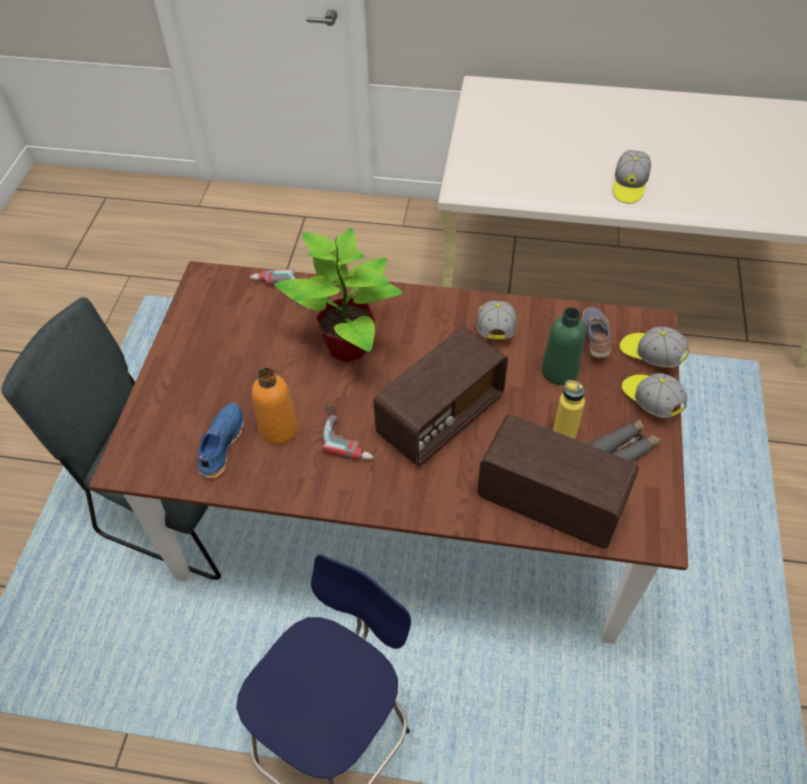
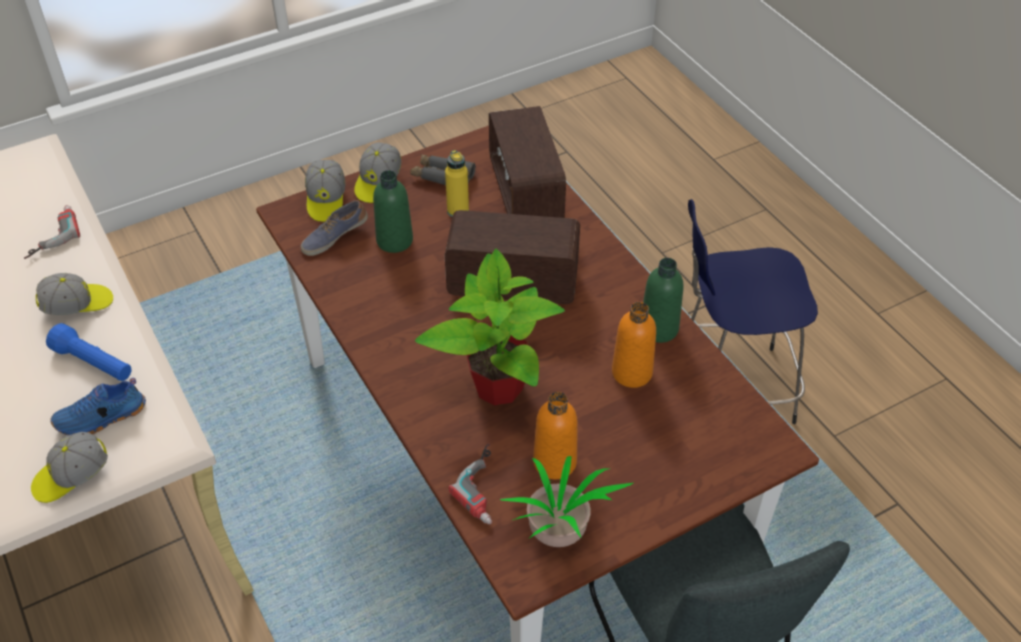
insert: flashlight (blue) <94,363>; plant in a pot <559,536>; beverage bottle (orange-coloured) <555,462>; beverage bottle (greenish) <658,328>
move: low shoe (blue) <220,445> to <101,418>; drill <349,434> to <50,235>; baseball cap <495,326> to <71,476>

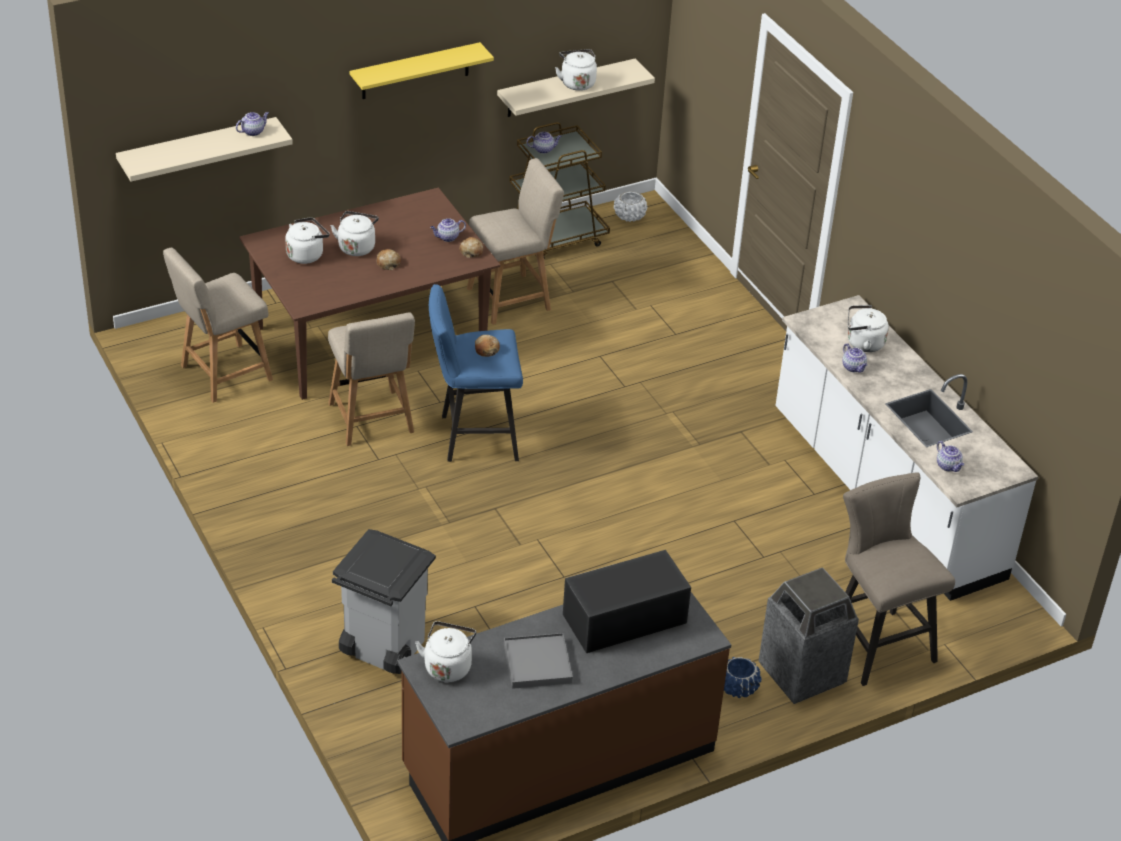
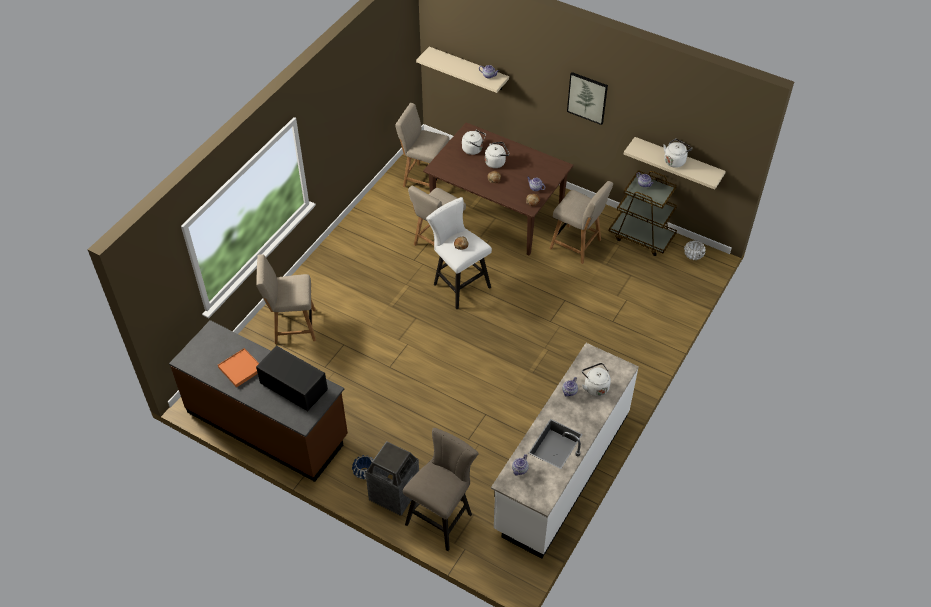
delete: kettle (whitish) <448,666>
replace: rubbish bin (grey) <382,648> to plain chair (beige-coloured) <292,326>; wall shelf (yellowish) <415,71> to picture <587,97>
recolor: stool (blue) <472,437> to stool (whitish) <459,284>; carrying tray (grey) <537,663> to carrying tray (orange-coloured) <240,369>

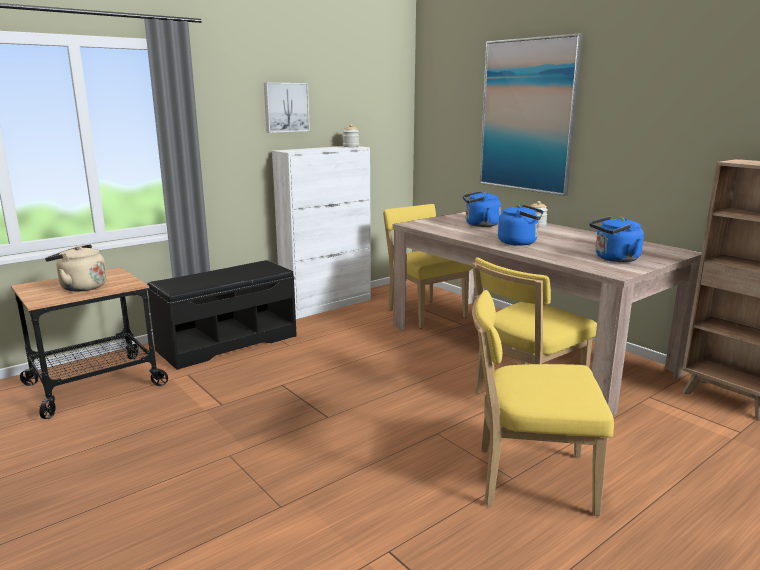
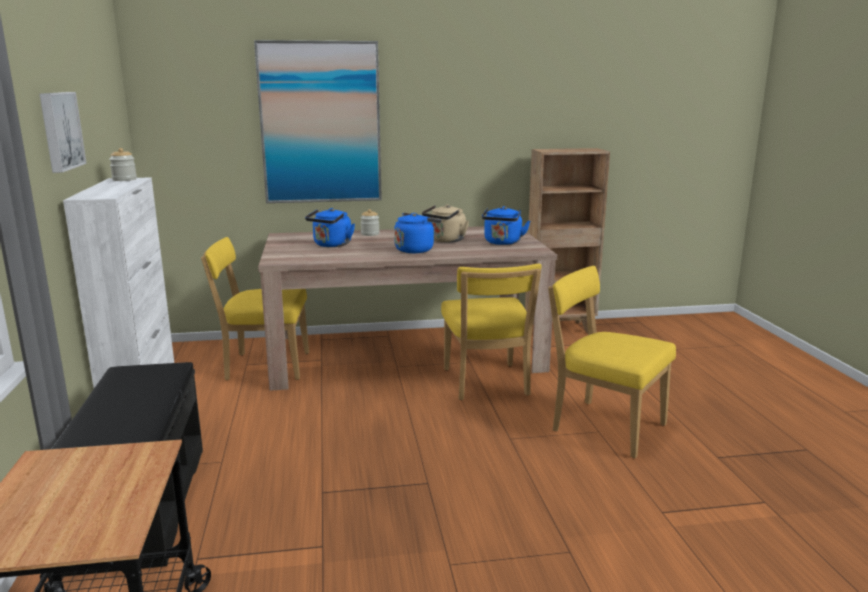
move: kettle (beige-coloured) <80,287> to <445,240>
rotate: plain chair (yellowish) <528,479> = <603,426> 90 degrees clockwise

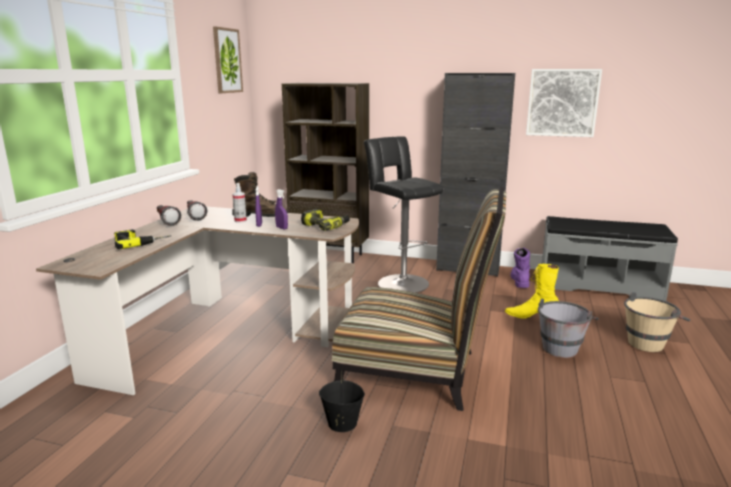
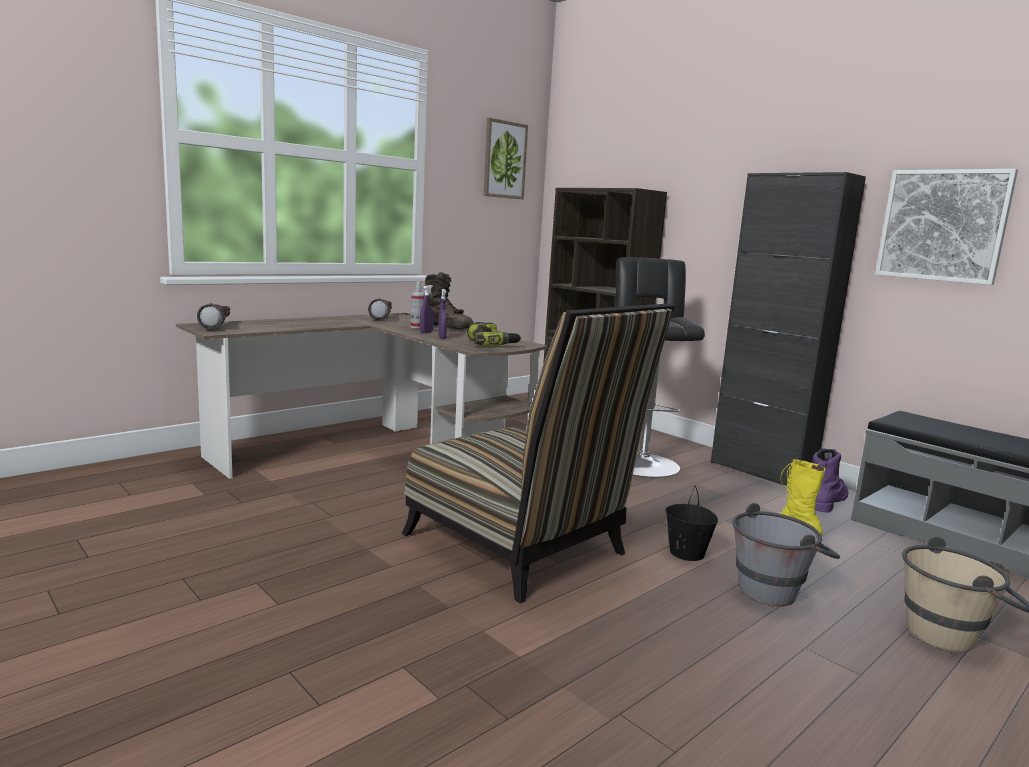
delete: drill <141,242>
move: flashlight <166,222> to <219,326>; bucket (black) <342,423> to <686,553>

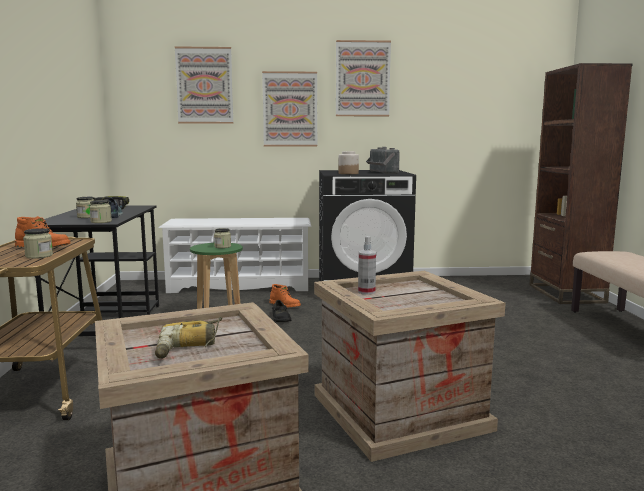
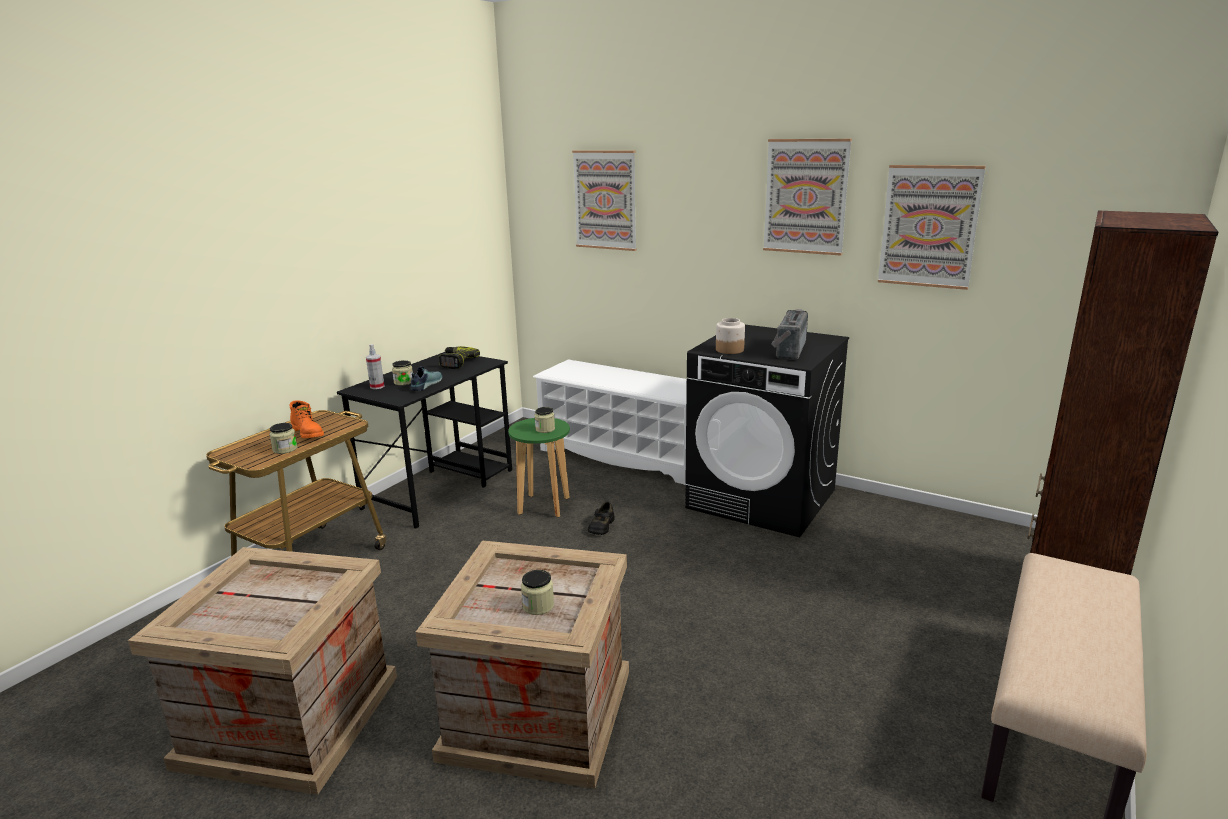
delete: drill <190,346>; boot (orange-coloured) <285,305>
move: storage jar <101,221> to <538,606>; picture <290,109> to <929,226>; spray bottle <366,292> to <377,387>

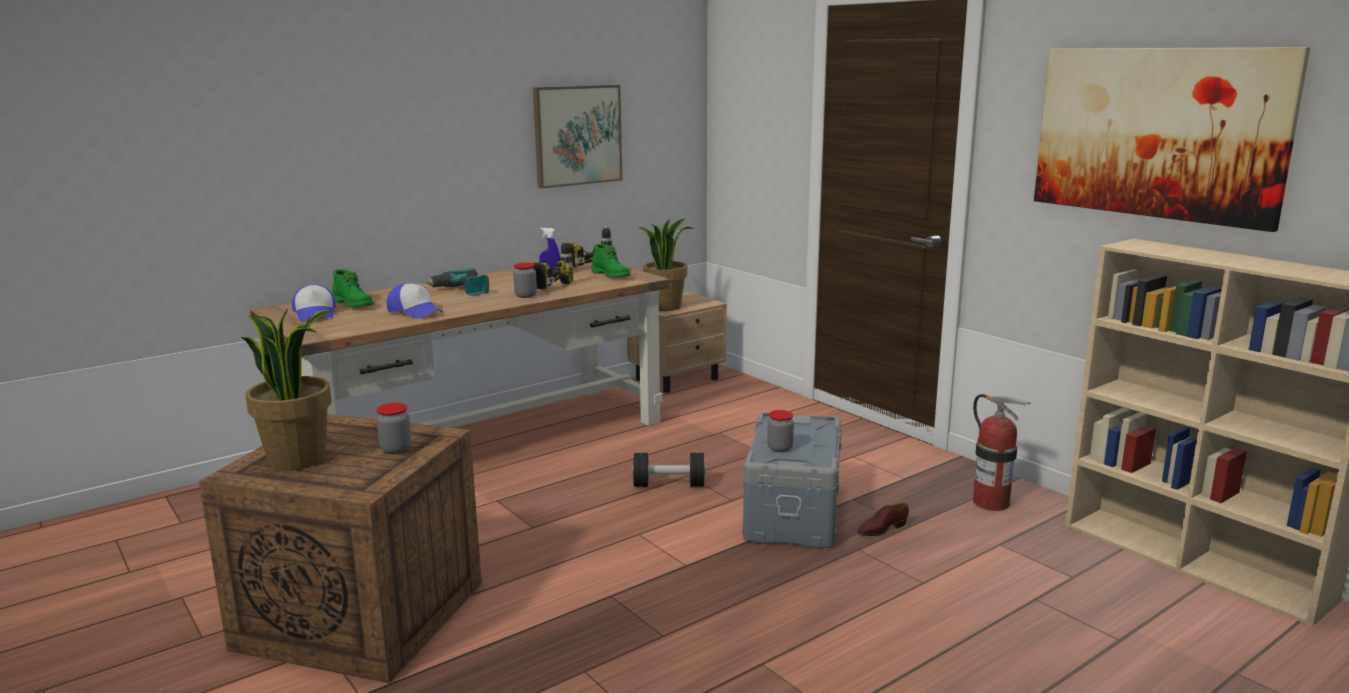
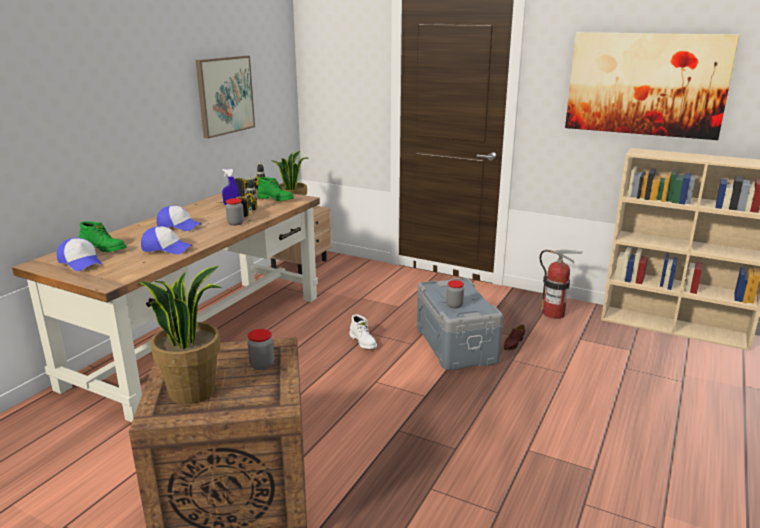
replace: drill <461,291> to baseball cap <179,225>; hand weight (black) <669,485> to boot (whitish) <363,342>

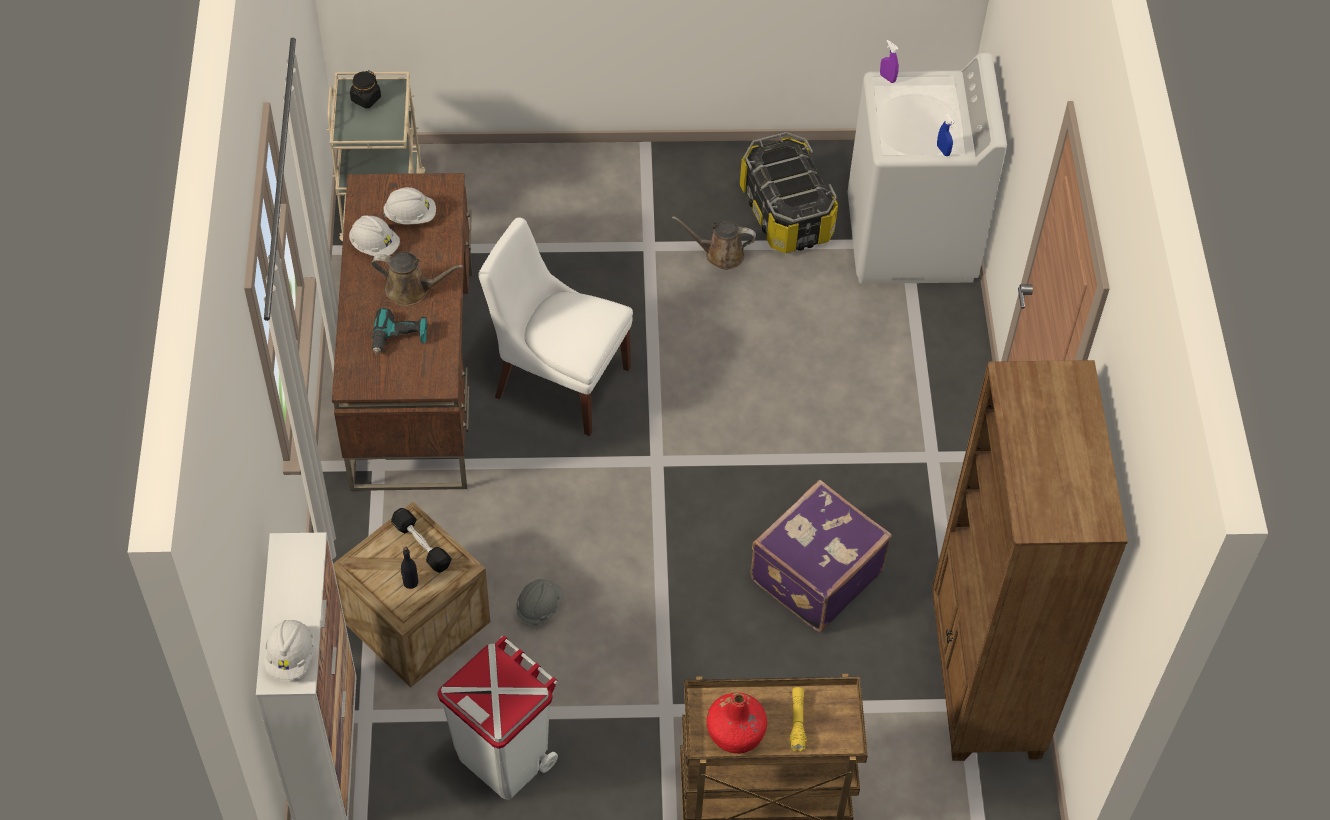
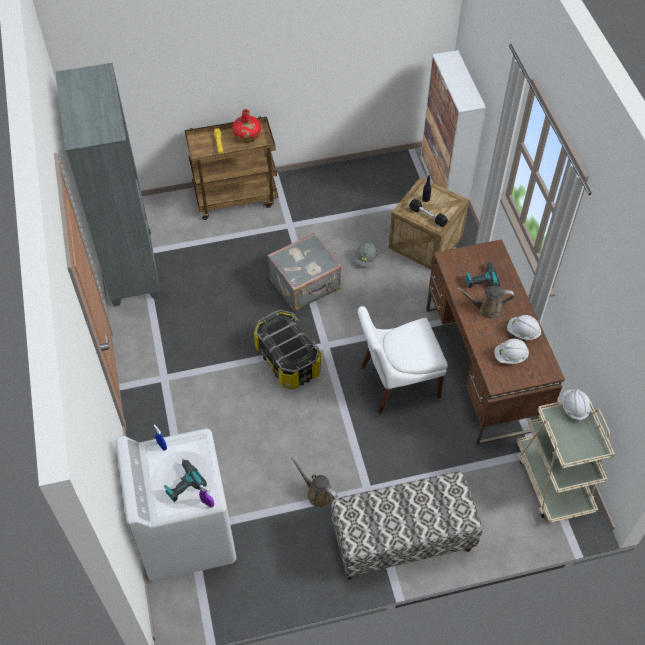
delete: storage jar (black) <366,99>; rubbish bin (whitish) <503,757>; travel case (purple) <814,574>
insert: drill <183,483>; travel case (grey) <305,285>; bench <402,540>
move: work helmet (whitish) <291,657> to <574,408>; storage box <786,213> to <287,360>
recolor: bookshelf (brownish) <984,680> to bookshelf (grey) <131,265>
rotate: plain chair (whitish) <558,380> = <396,382> 150 degrees clockwise; watering can (brownish) <720,254> = <318,493> 135 degrees counterclockwise

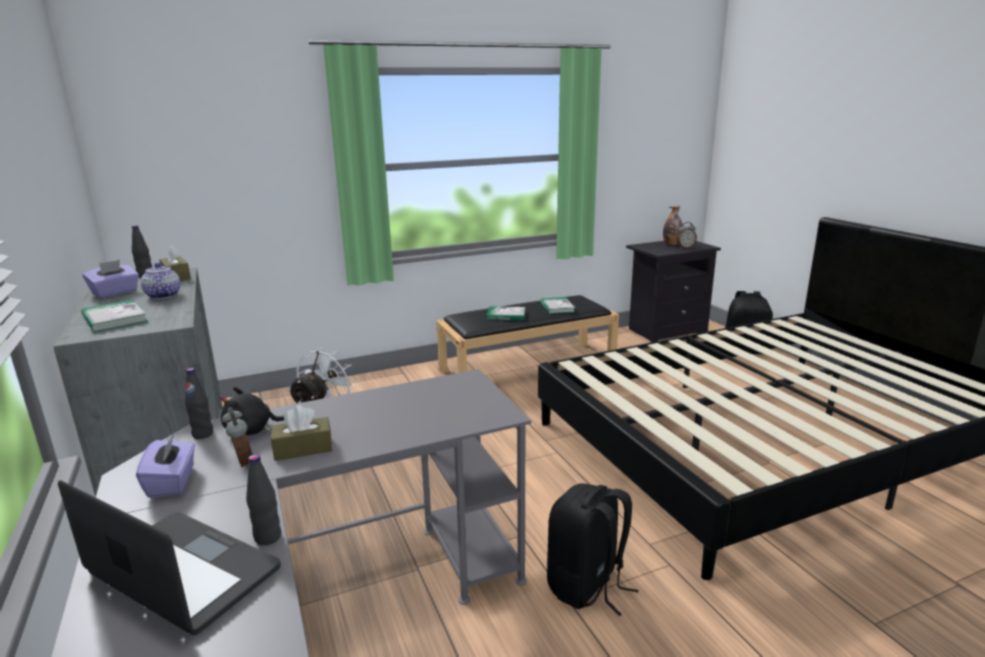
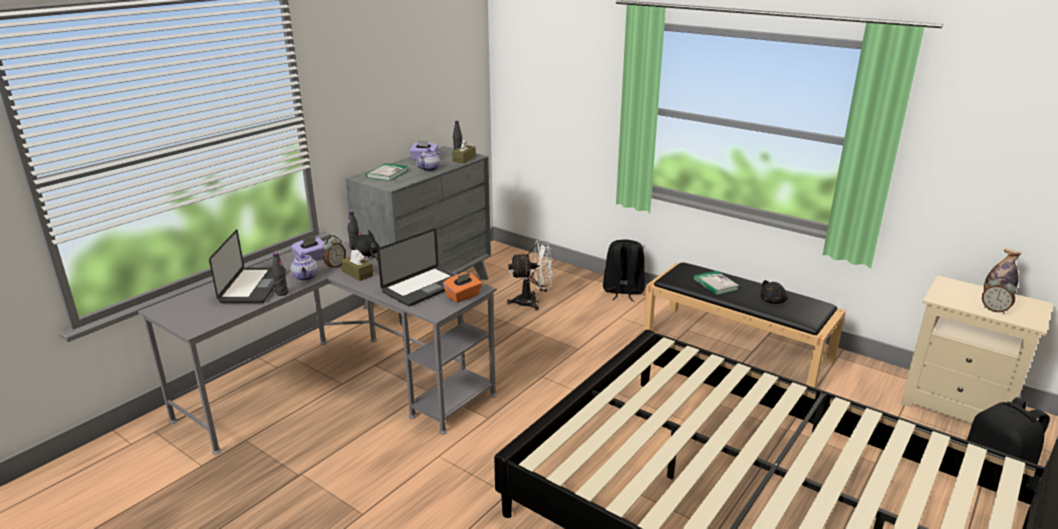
insert: tea pot <306,277>; notebook computer <423,287>; box of tissues (orange-coloured) <463,296>
move: knapsack (black) <587,586> to <623,291>
replace: volume <557,307> to cuddly toy (black) <773,301>
recolor: nightstand (black) <665,331> to nightstand (beige-coloured) <957,405>

